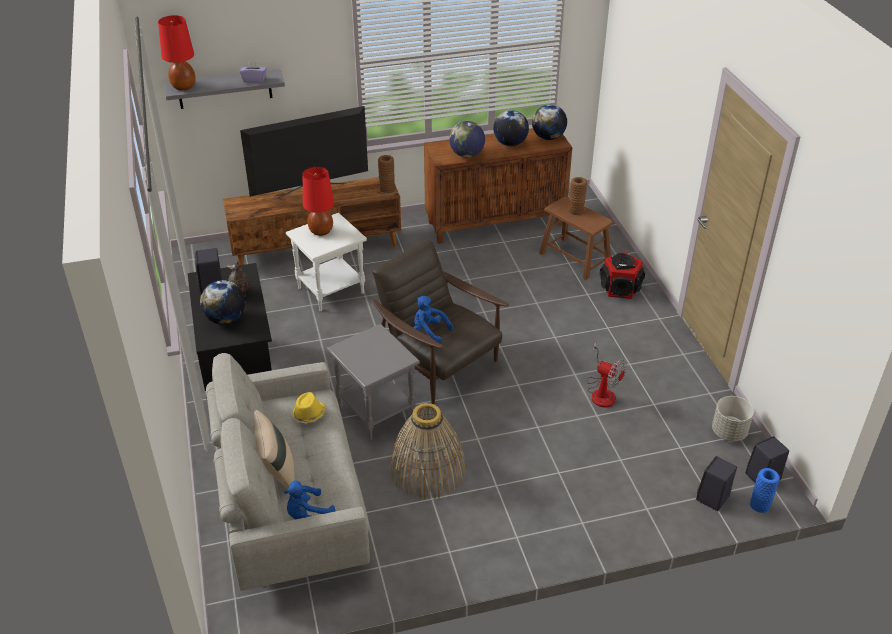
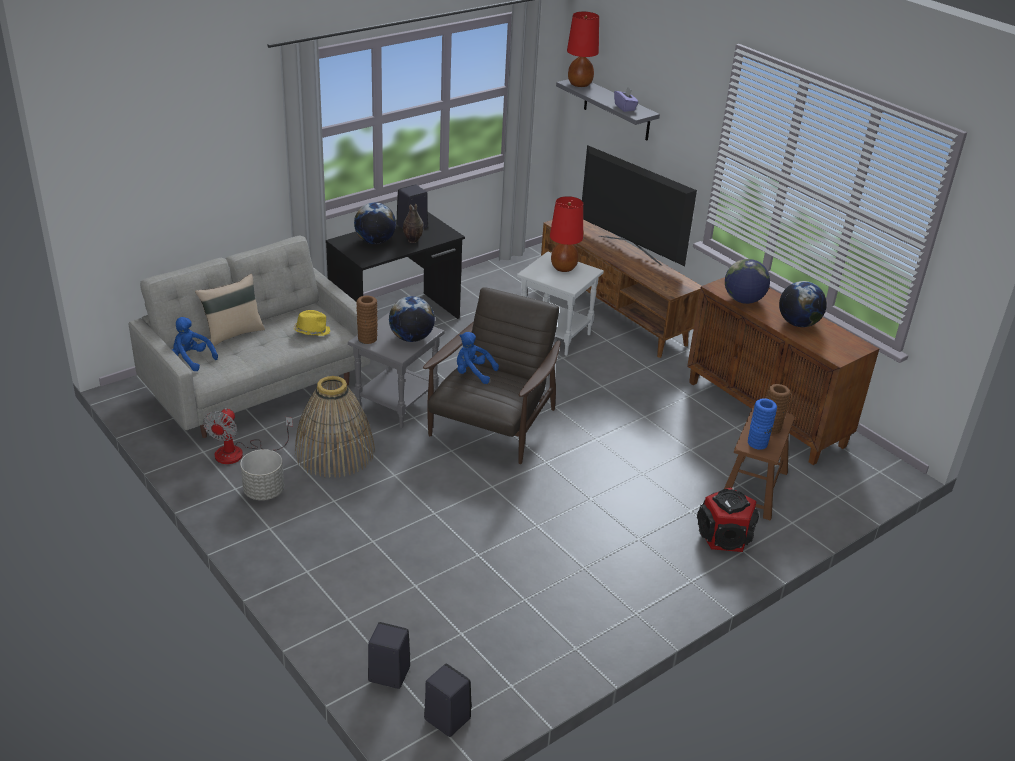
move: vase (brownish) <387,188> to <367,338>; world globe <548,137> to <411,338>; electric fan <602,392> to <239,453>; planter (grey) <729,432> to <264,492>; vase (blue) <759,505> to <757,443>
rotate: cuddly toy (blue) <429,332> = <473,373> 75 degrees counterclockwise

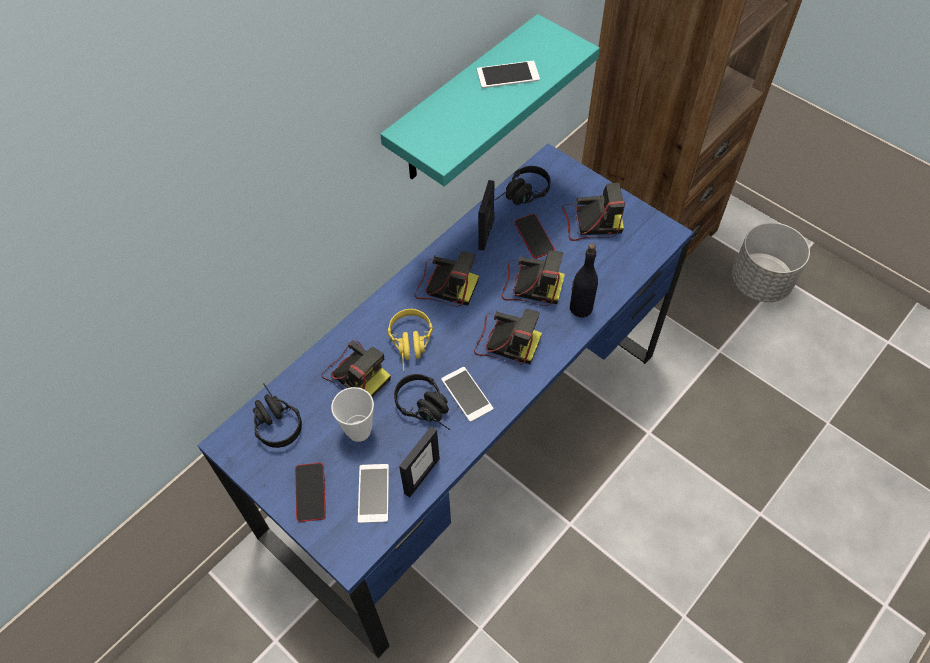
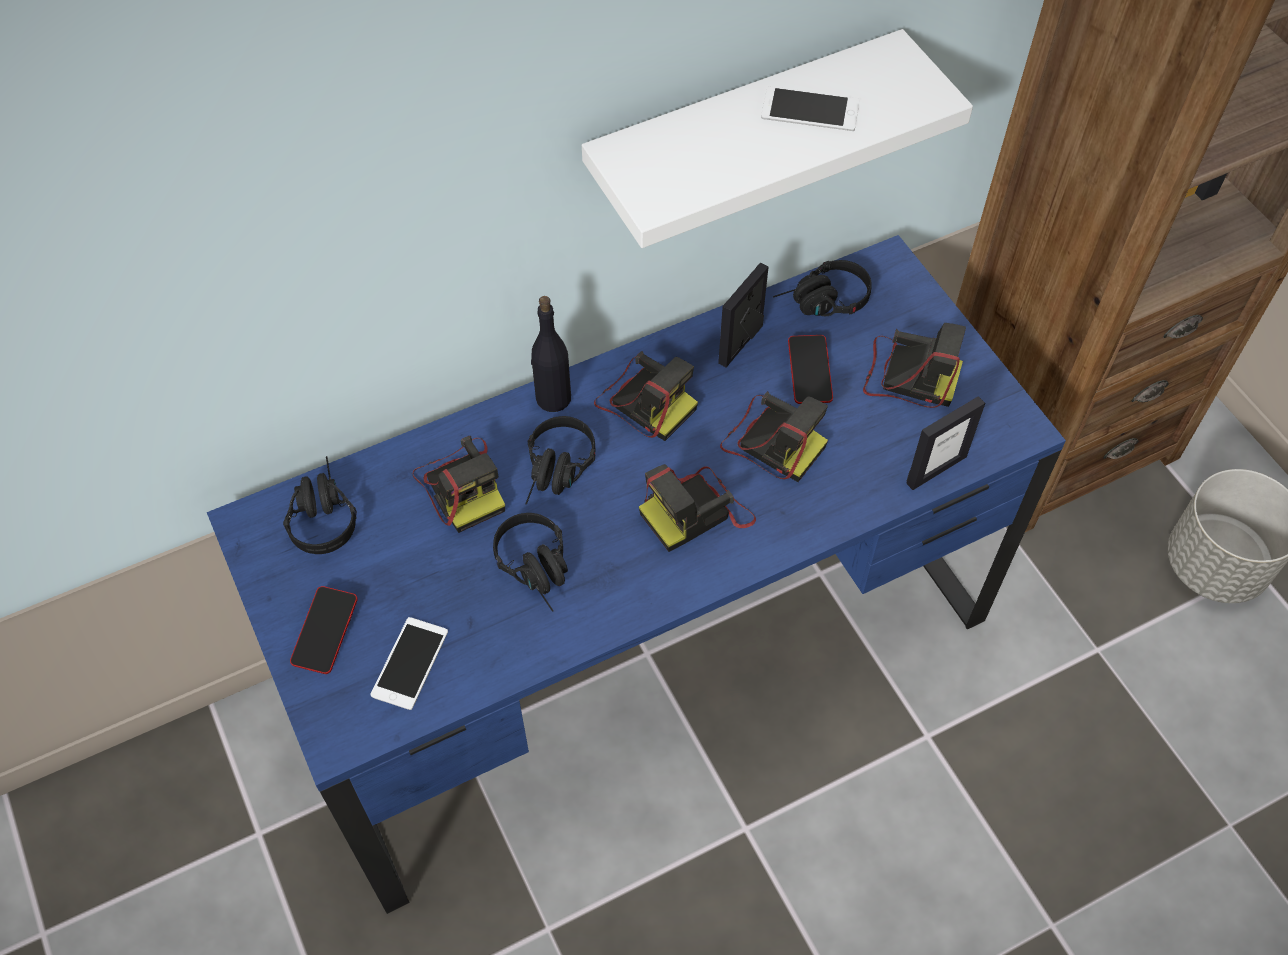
delete: cup <359,431>; handset <467,394>
move: picture frame <421,475> to <936,469>; beverage bottle (black) <580,308> to <553,398>
recolor: wall shelf (turquoise-coloured) <463,103> to wall shelf (whitish) <743,135>; headphones (yellowish) <411,346> to headphones (black) <557,473>
rotate: photo camera <505,341> = <696,512> 105 degrees clockwise

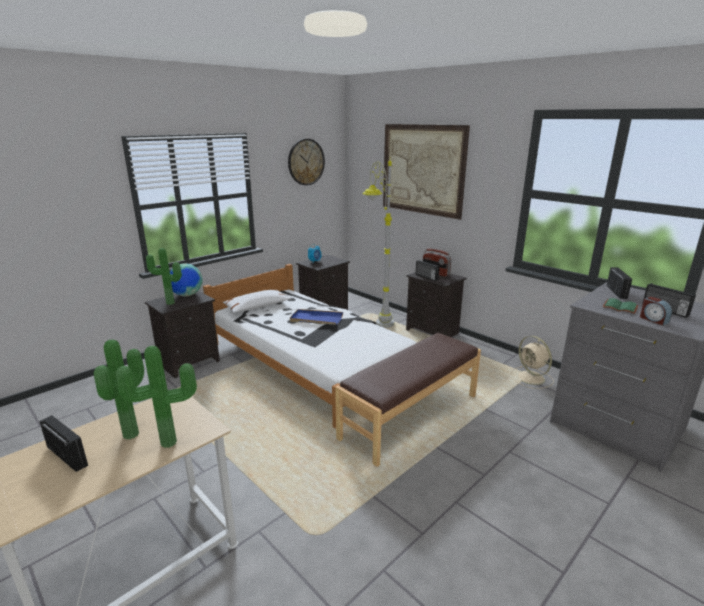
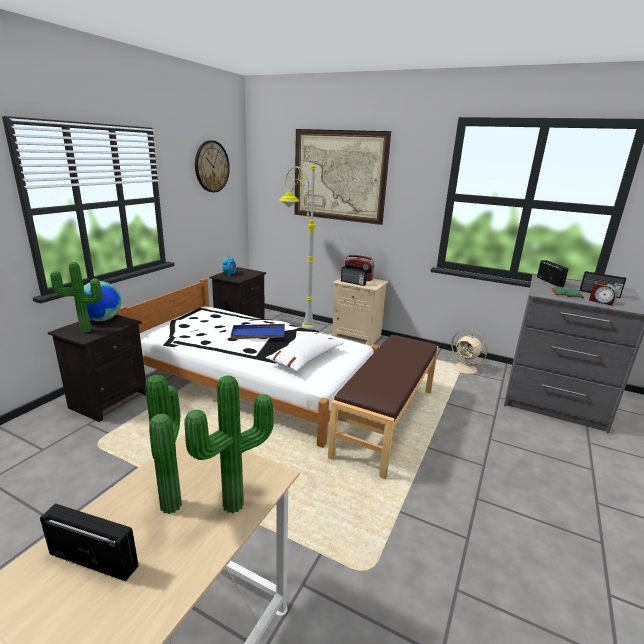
move: pillow (whitish) <257,307> to <305,358>
recolor: nightstand (black) <433,332> to nightstand (beige-coloured) <357,336>

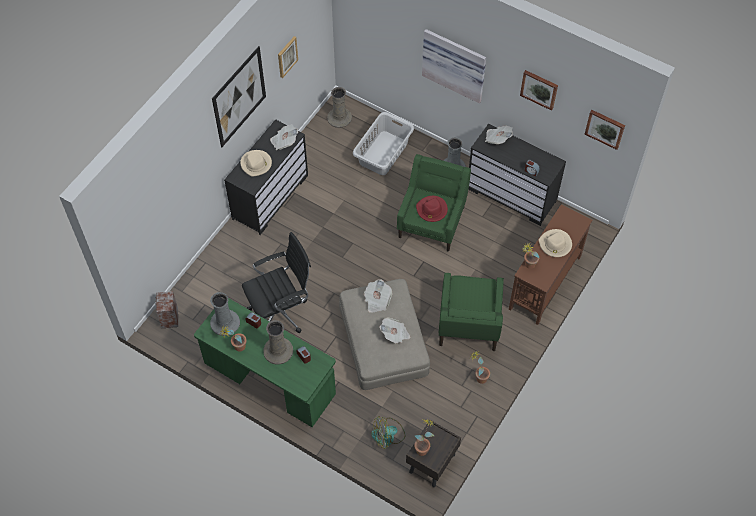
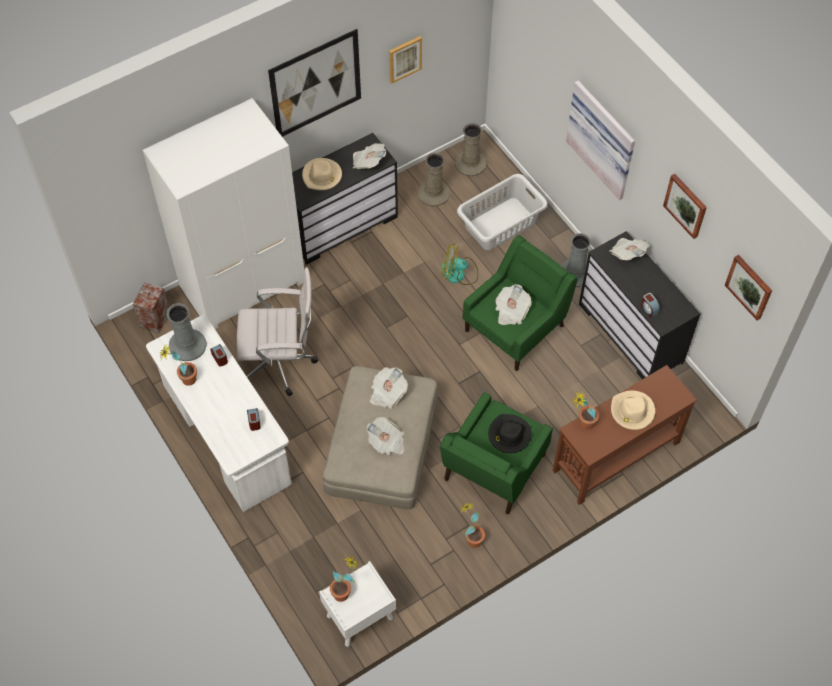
insert: clothes cupboard (whitish) <243,282>; hat (black) <509,435>
move: vase (beige-coloured) <278,351> to <433,193>; electric fan <388,435> to <458,274>
replace: hat (reddish) <431,210> to printed paper <511,311>
recolor: desk table (greenish) <269,379> to desk table (whitish) <226,436>; desk chair (black) <281,312> to desk chair (whitish) <282,363>; nightstand (brownish) <432,464> to nightstand (whitish) <359,617>

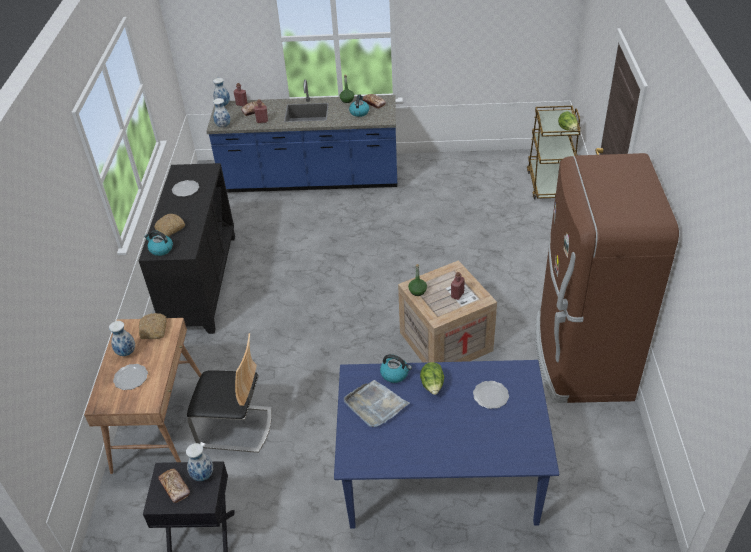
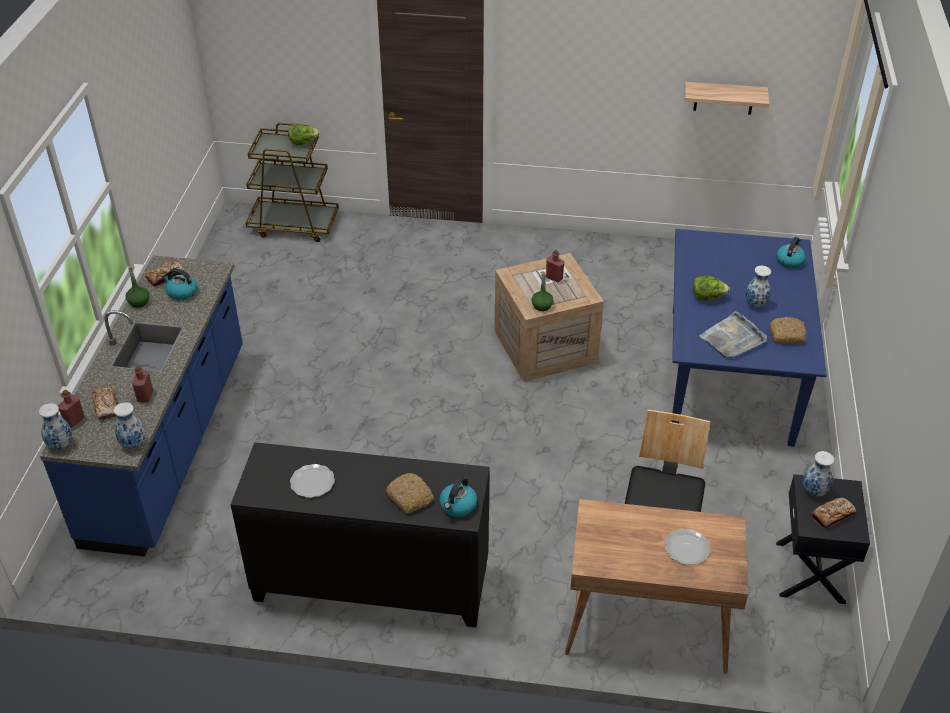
delete: flat dish <491,396>; fridge (brownish) <580,358>
insert: wall shelf <724,98>
move: vase <126,353> to <756,304>; bakery bread <154,330> to <787,335>; kettle <395,374> to <789,261>

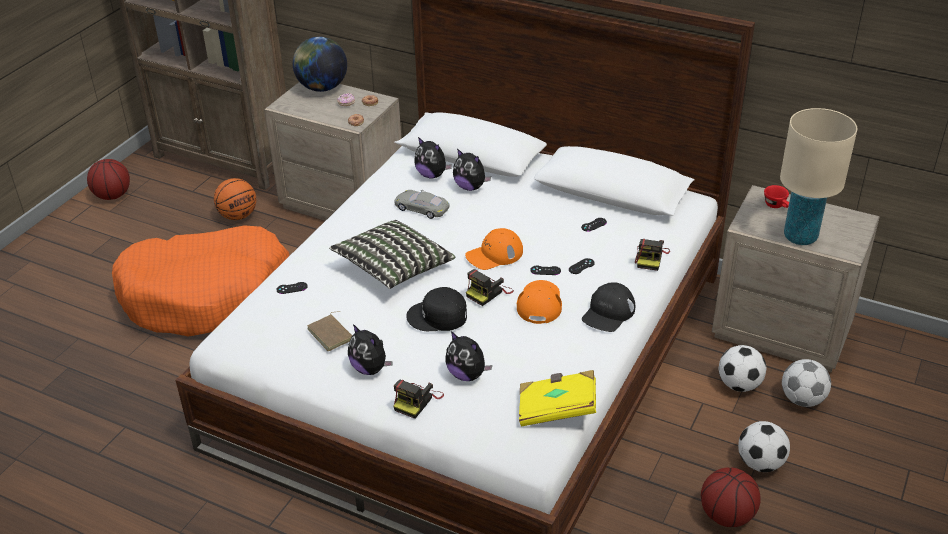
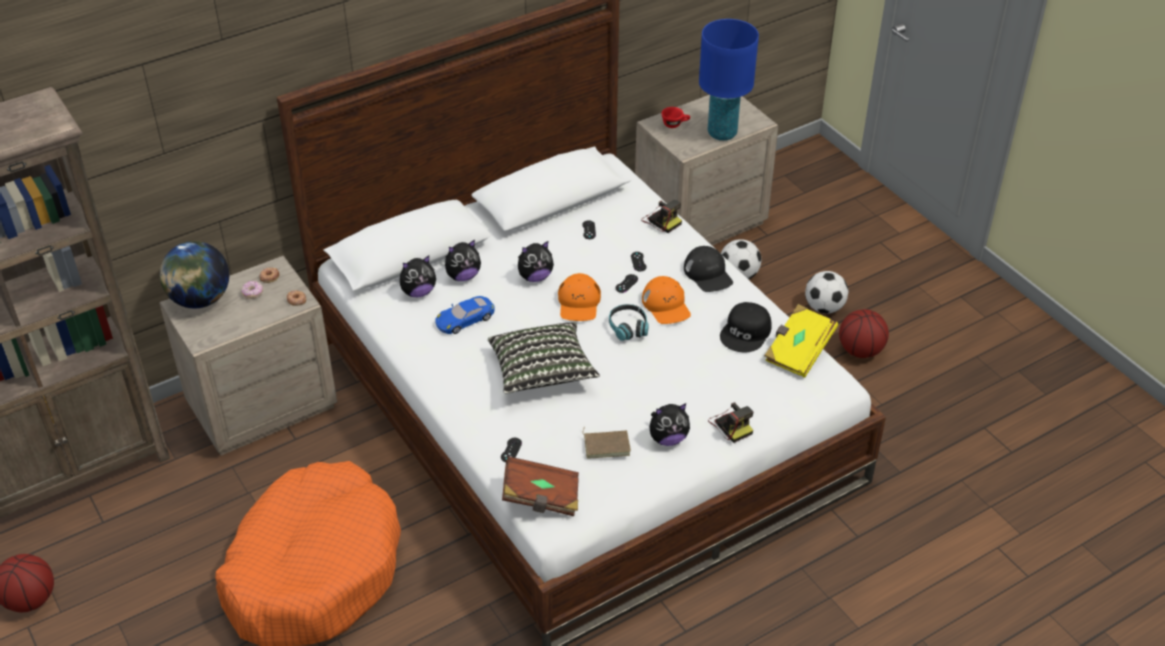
delete: ball for basketball <238,216>; ball for football <802,399>
insert: volume (brownish) <541,498>
move: baseball cap (black) <438,316> to <746,333>; cuddly toy <467,374> to <535,277>
replace: photo camera <488,292> to headphones <628,327>
recolor: model car (grey) <421,208> to model car (blue) <465,319>; table lamp (beige-coloured) <800,237> to table lamp (blue) <722,133>
rotate: baseball cap (orange-coloured) <539,303> = <666,305> 150 degrees counterclockwise

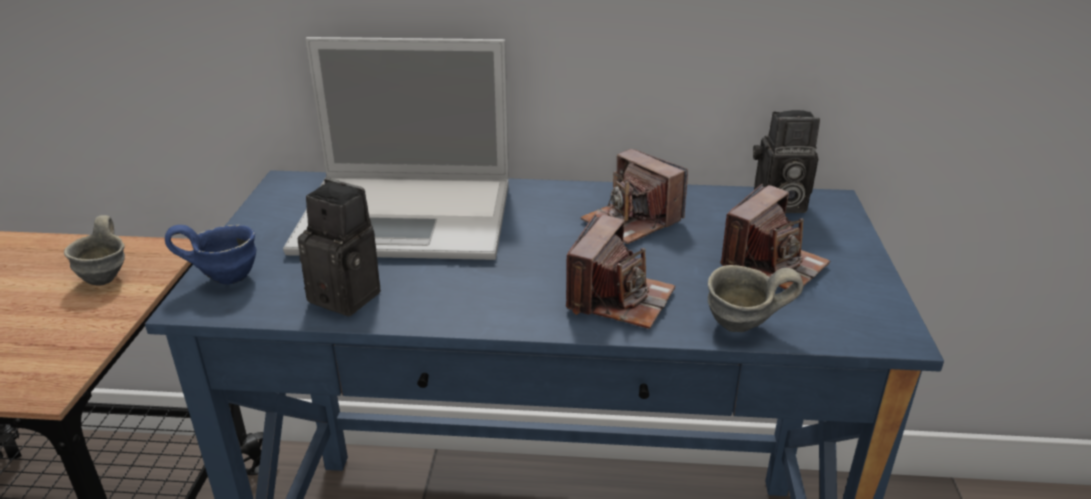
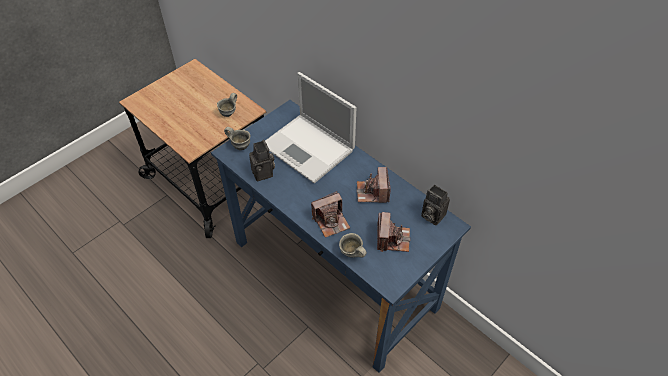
recolor: mug (blue) <224,277> to mug (grey) <240,145>
rotate: photo camera <772,265> = <392,239> 75 degrees counterclockwise

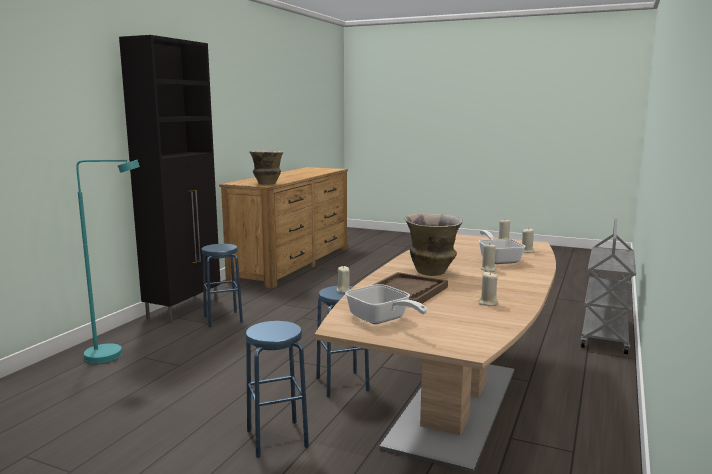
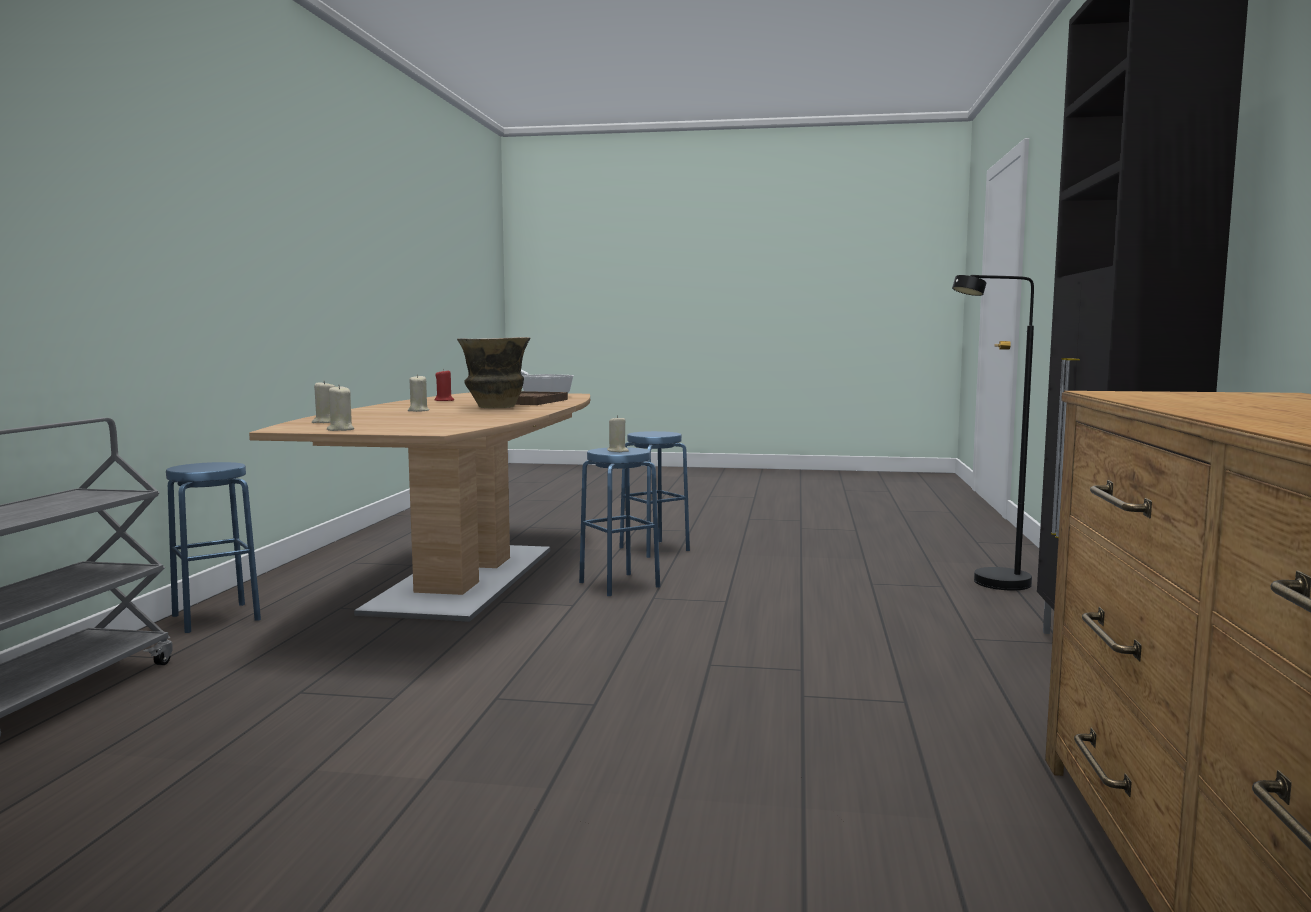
delete: vase <267,183>; frying pan <498,259>
move: stool (blue) <223,319> to <216,617>
recolor: standard lamp (turquoise-coloured) <114,355> to standard lamp (black) <990,585>; candle (beige-coloured) <488,303> to candle (reddish) <444,400>

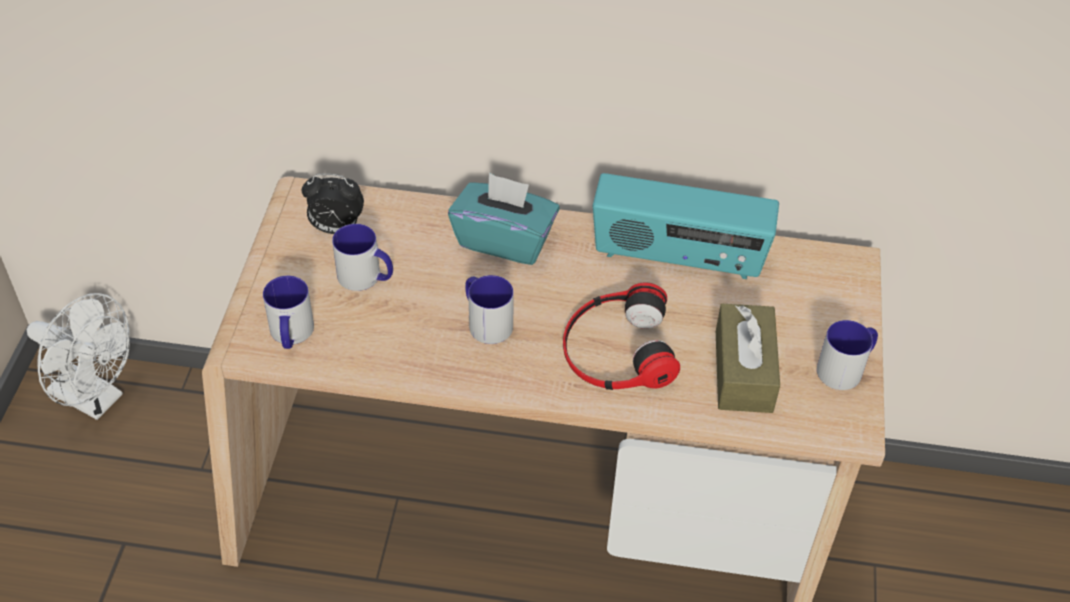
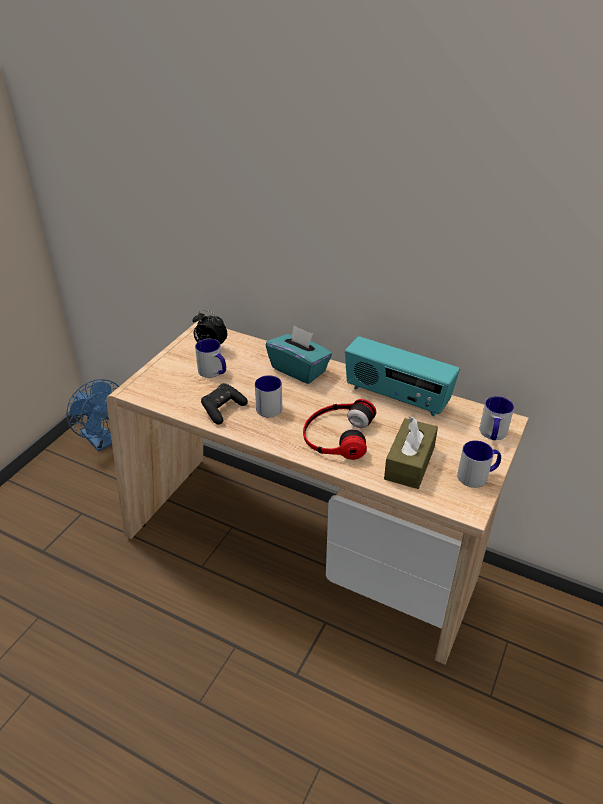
insert: game controller (black) <223,410>
move: mug <291,335> to <492,434>
recolor: electric fan (whitish) <95,399> to electric fan (blue) <102,441>

